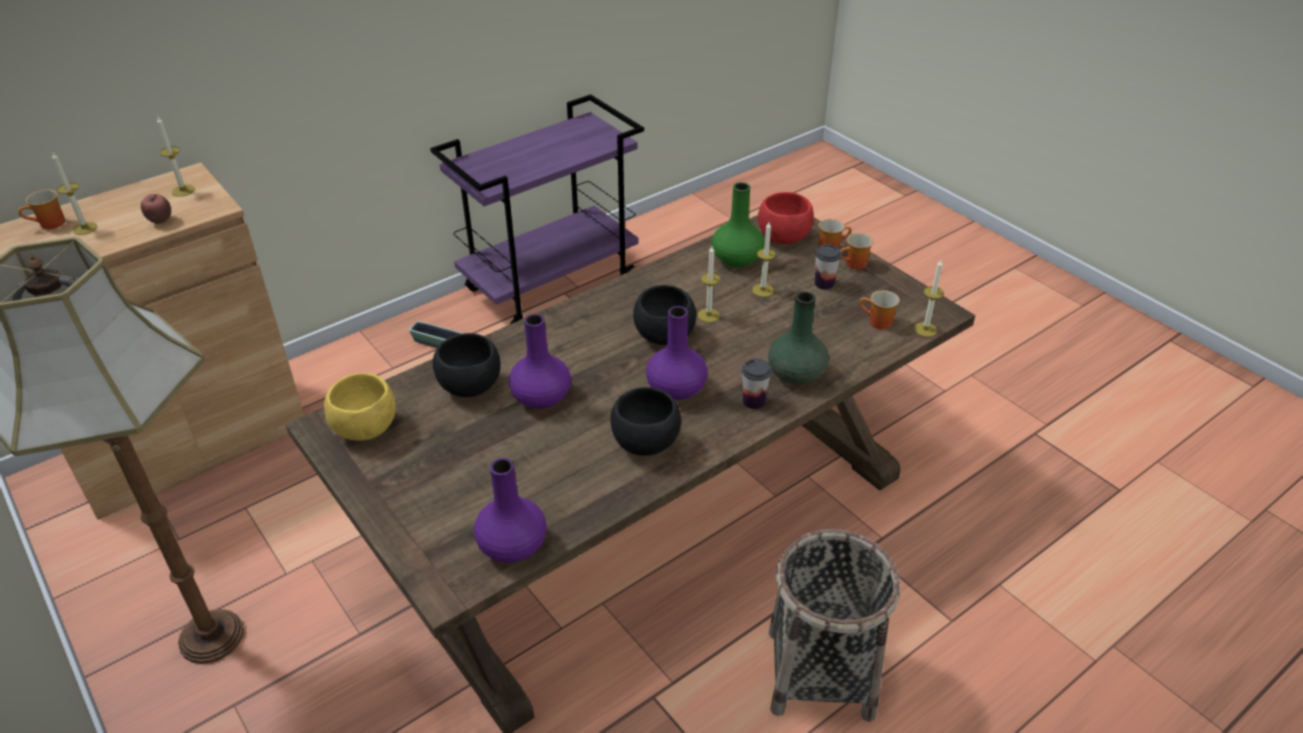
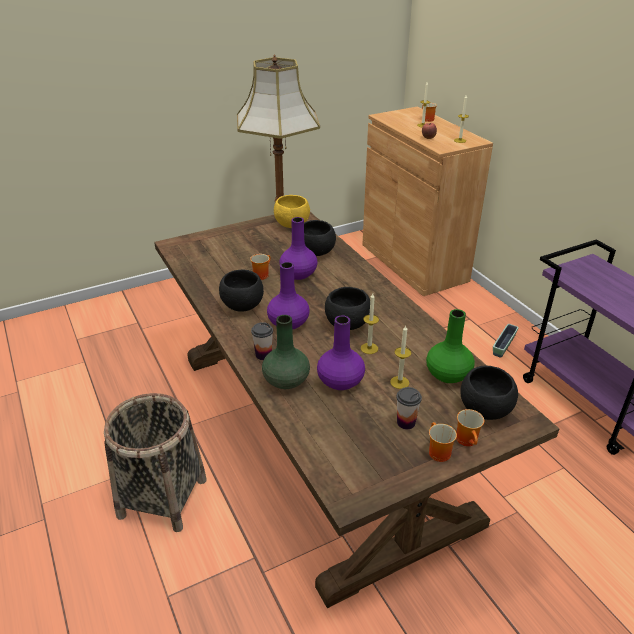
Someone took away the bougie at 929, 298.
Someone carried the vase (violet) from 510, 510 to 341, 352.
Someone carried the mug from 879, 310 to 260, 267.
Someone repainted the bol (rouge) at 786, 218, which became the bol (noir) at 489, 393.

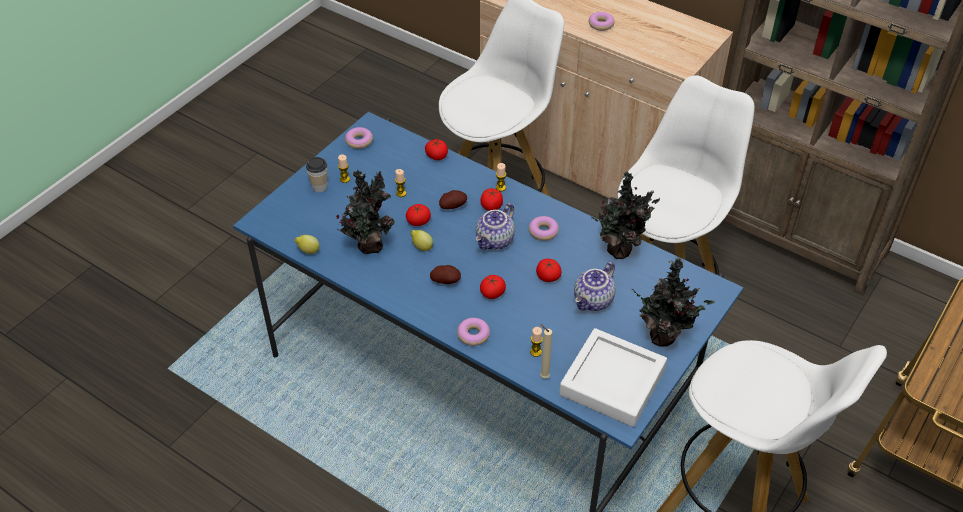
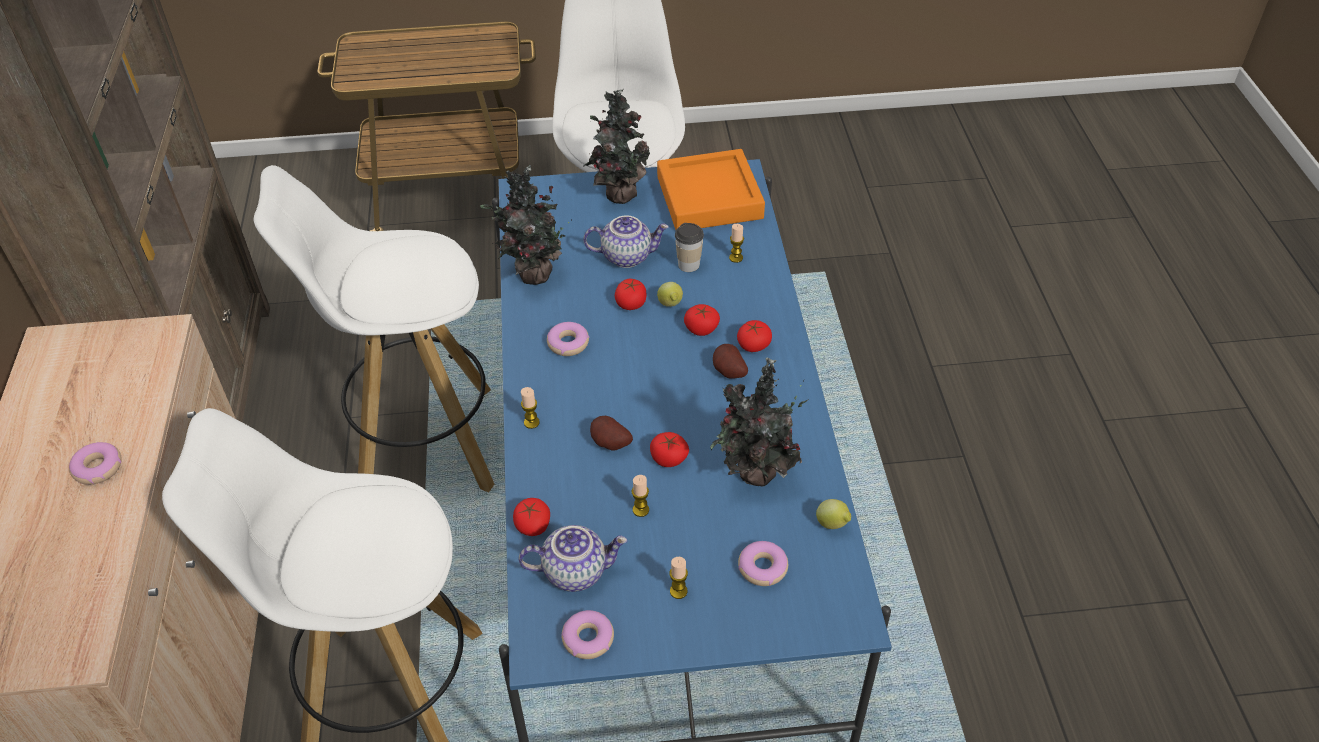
Someone took away the bougie (beige) at 546, 351.
Someone carried the tasse from 316, 174 to 689, 247.
Someone carried the citron from 422, 240 to 670, 294.
Someone carried the beignet from 473, 332 to 763, 563.
Someone carried the théière from 495, 226 to 573, 558.
Someone carried the tomate from 491, 199 to 754, 336.
Someone repainted the plateau (blanc) at 613, 377, which became the plateau (orange) at 711, 189.

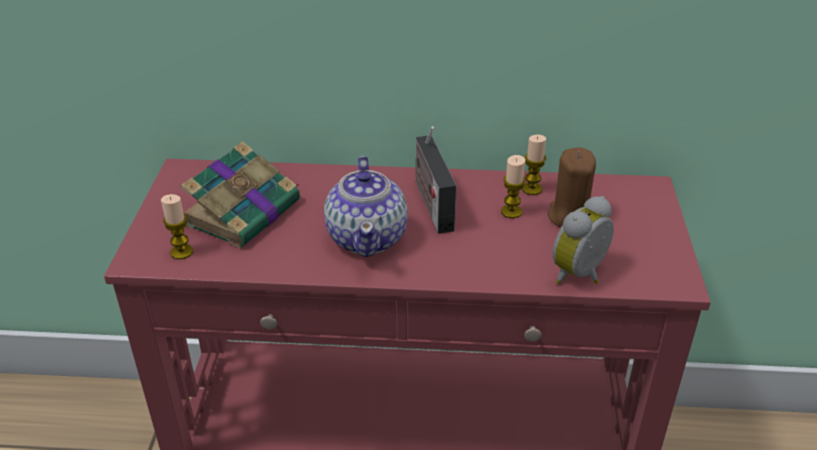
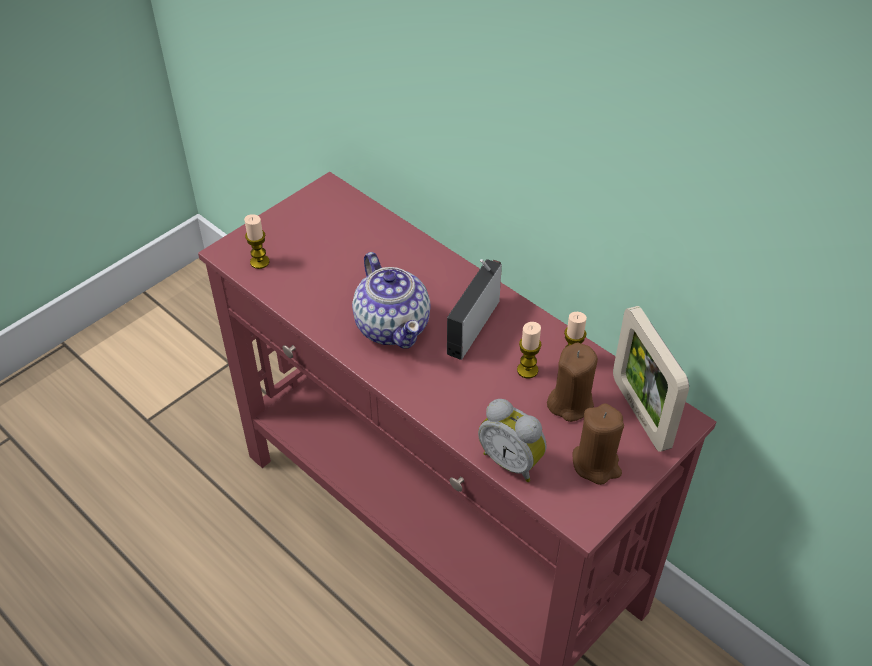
Someone took away the livre at 240, 194.
Someone put down the bougie (marron) at 598, 444.
Someone put down the cadre photo at 651, 379.
Someone rotated the théière at 366, 206 by 60 degrees counterclockwise.
Someone rotated the réveil at 583, 240 by 135 degrees counterclockwise.

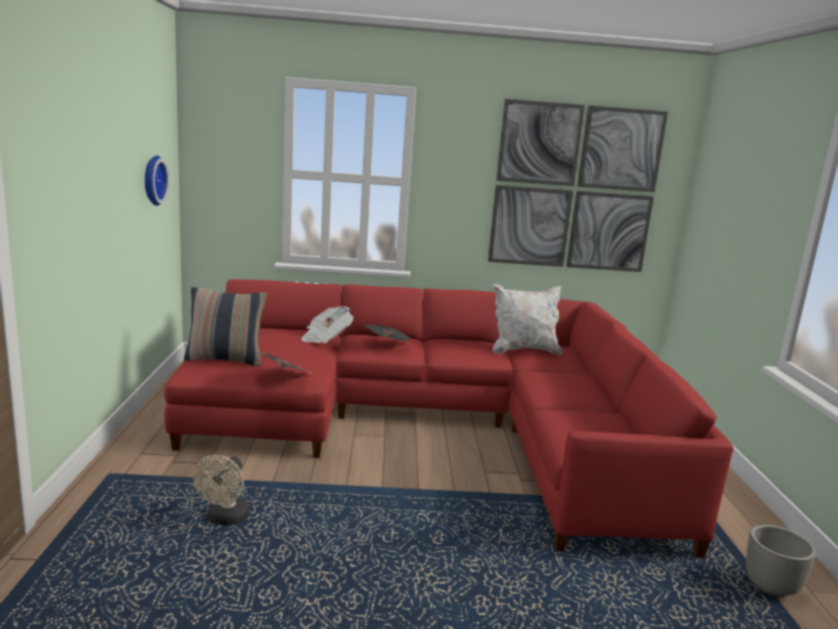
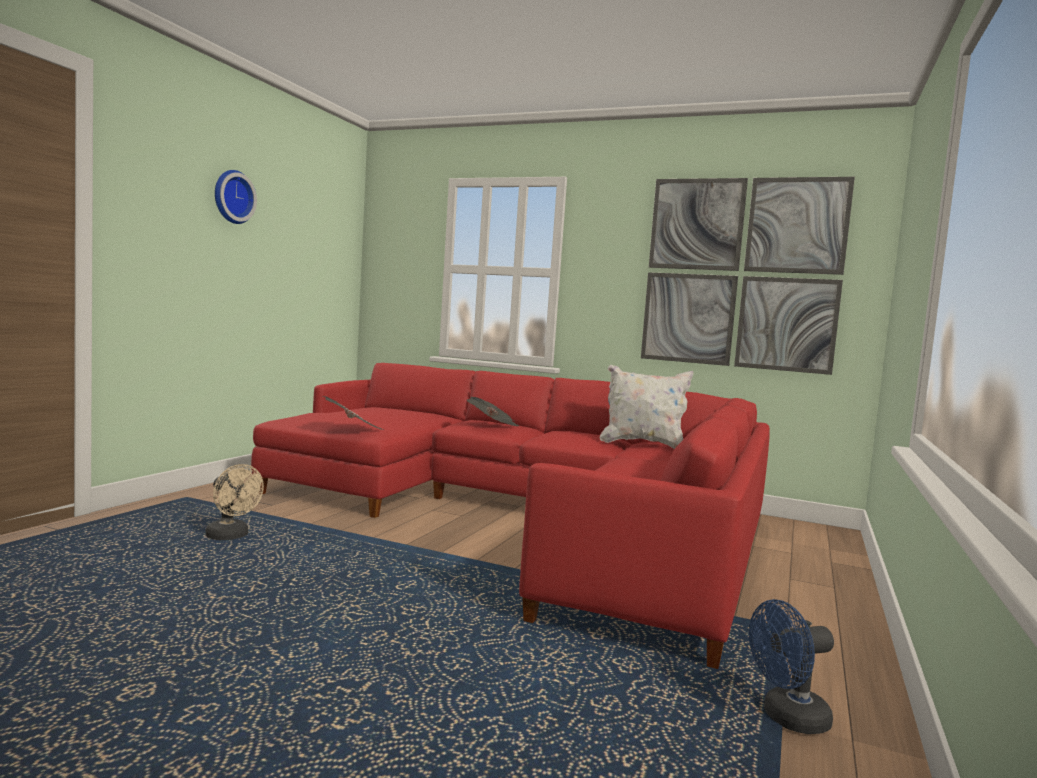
Someone took away the coussin at 225, 326.
Someone took away the journal at 327, 324.
Someone carried the horloge murale from 157, 181 to 236, 197.
Someone swapped the cache-pot (gris) at 781, 561 for the ventilateur (bleu) at 791, 666.
Someone rotated the ventilateur (beige) at 221, 490 by 90 degrees counterclockwise.

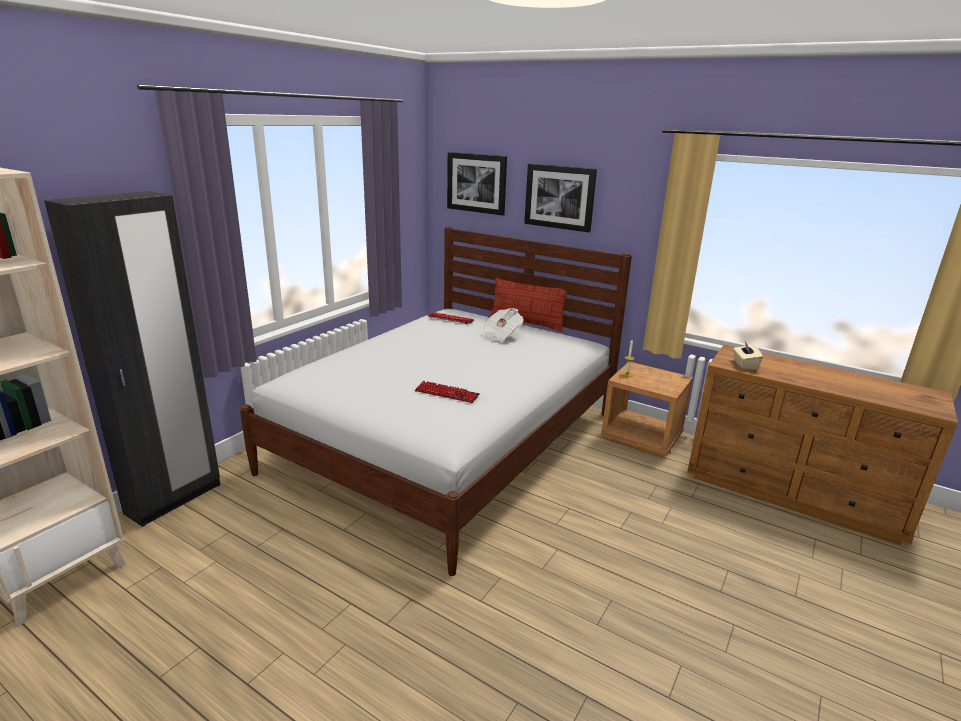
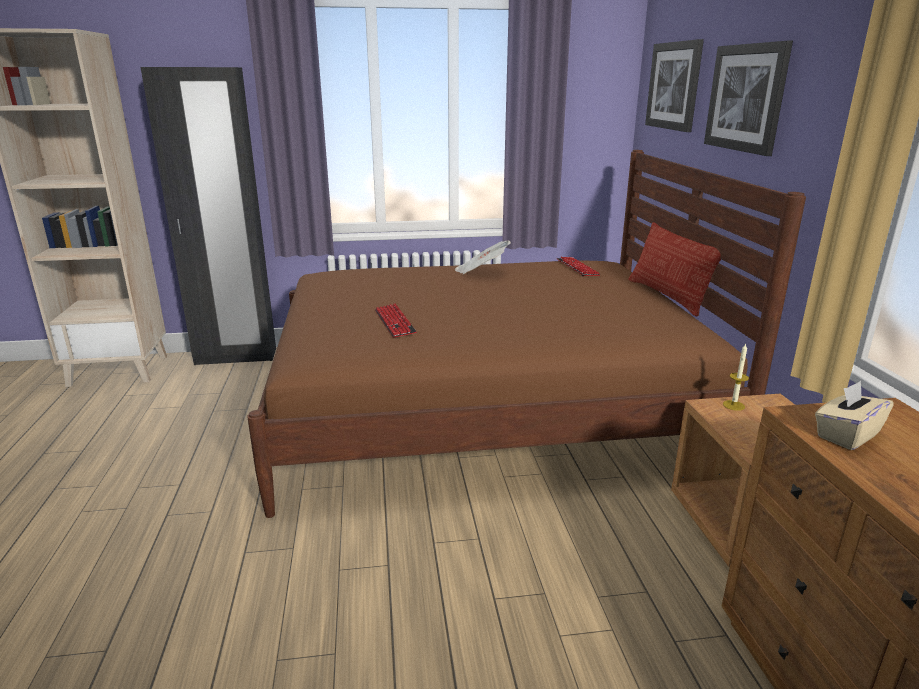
Someone carried the journal from 501, 325 to 483, 257.
Someone repainted the lit (blanc) at 436, 401, which became the lit (marron) at 526, 334.

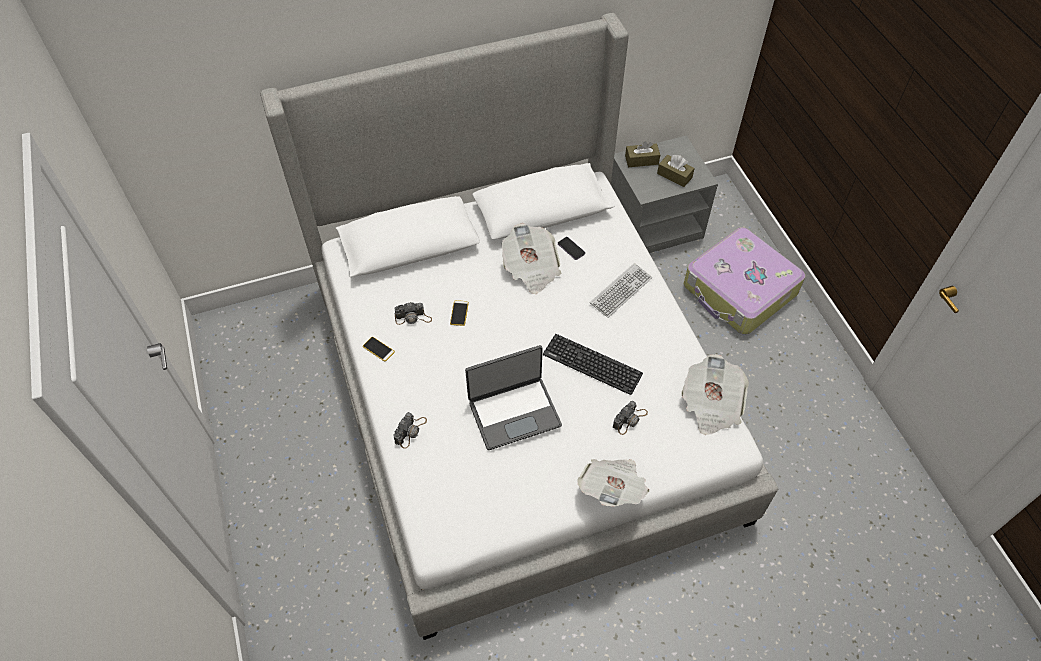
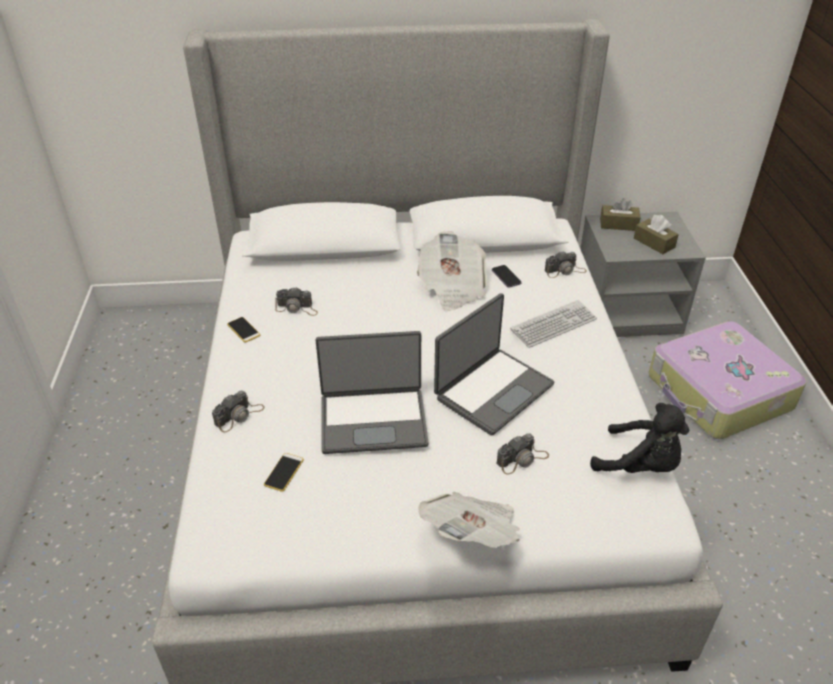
Someone put down the appareil photo at 565, 264.
Someone carried the téléphone from 459, 313 to 284, 472.
Someone swapped the clavier at 593, 364 for the ordinateur portable at 494, 364.
Someone swapped the journal at 715, 394 for the peluche (noir) at 639, 438.

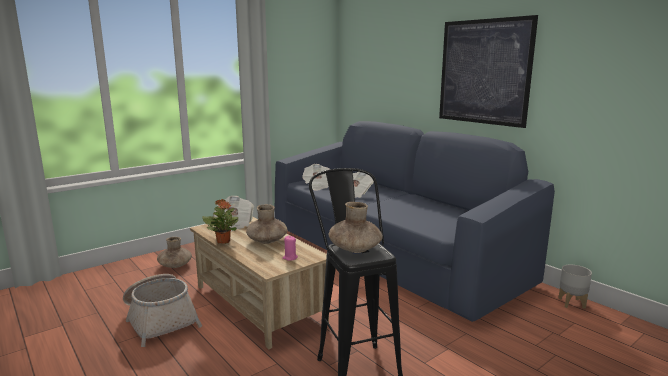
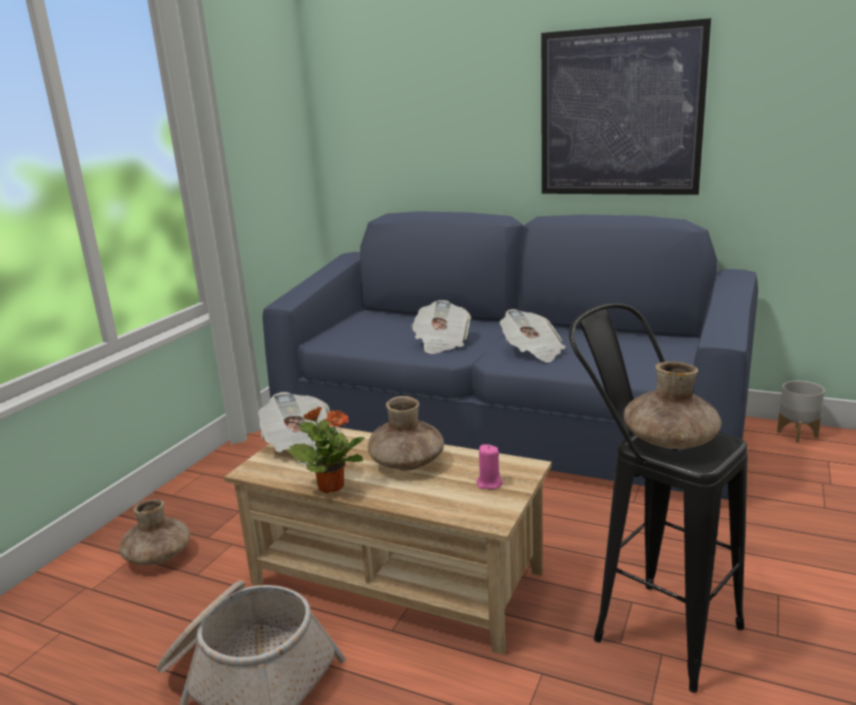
Someone carried the journal from 316, 177 to 533, 335.

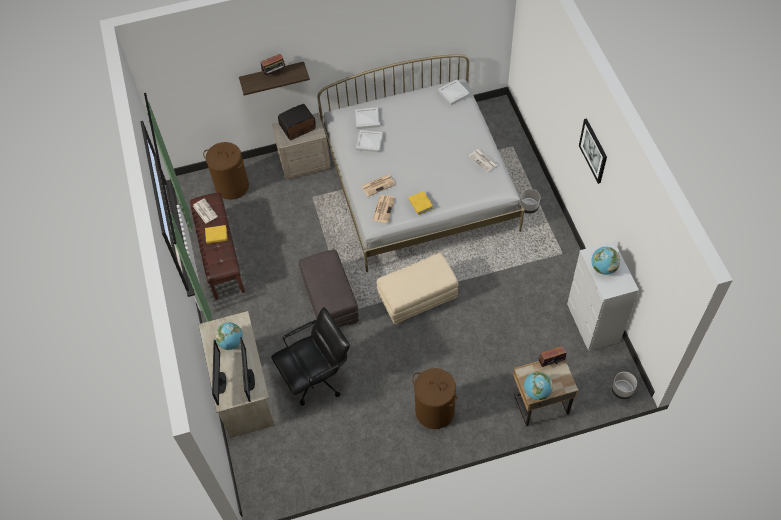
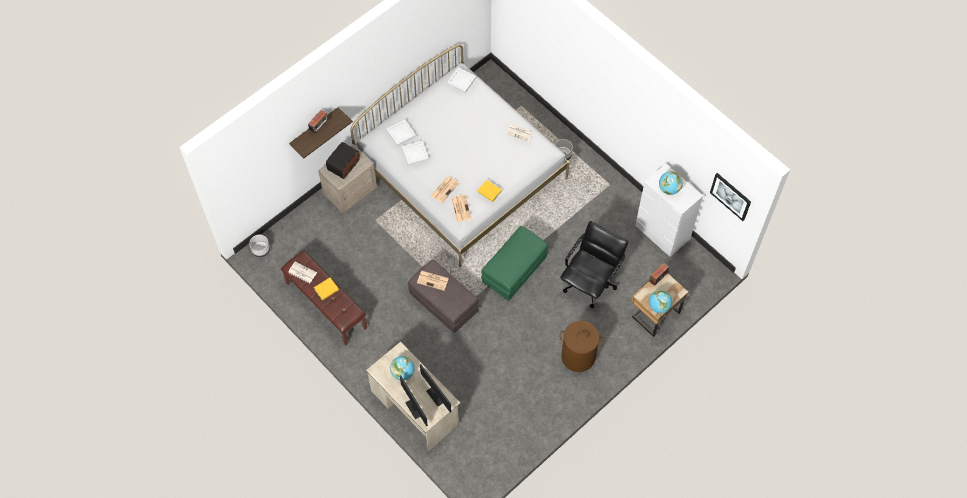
Someone took away the panier à linge (marron) at 226, 171.
Someone put down the journal at 433, 281.
Someone carried the chaise de bureau (noir) from 310, 356 to 594, 264.
Someone carried the tableau from 593, 151 to 730, 197.
Someone carried the cache-pot (gris) from 624, 385 to 259, 246.
Someone repainted the pouf (beige) at 417, 288, which became the pouf (vert) at 515, 263.

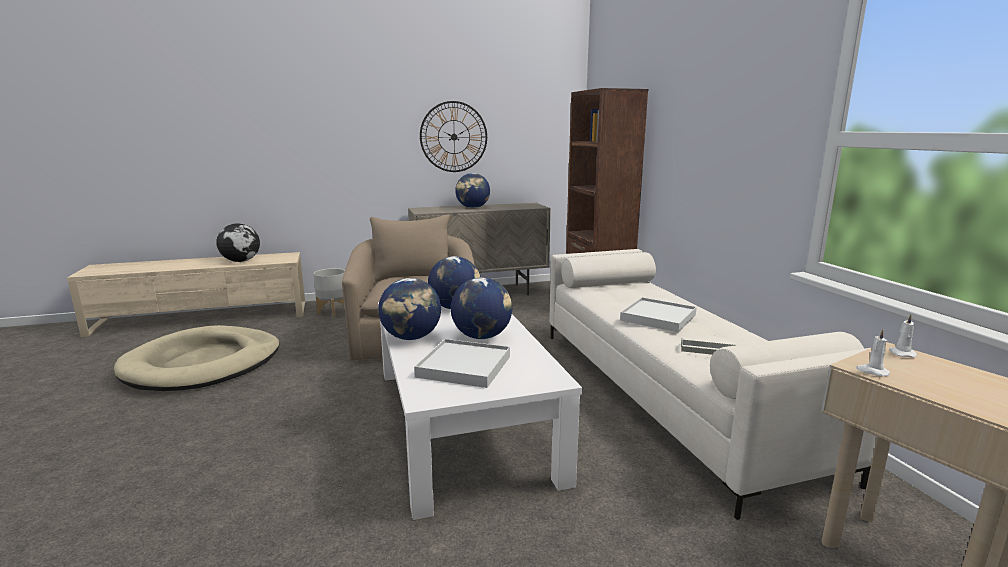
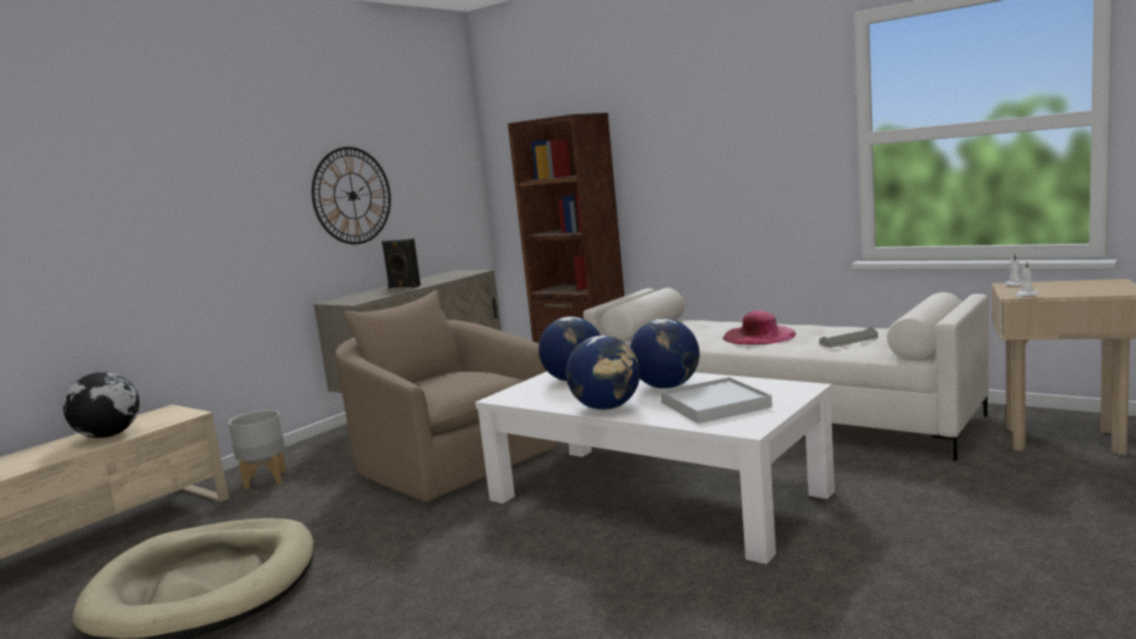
Someone swapped the globe at 472, 190 for the enceinte (noir) at 401, 263.
Someone swapped the plateau (blanc) at 658, 314 for the chapeau (rose) at 759, 327.

